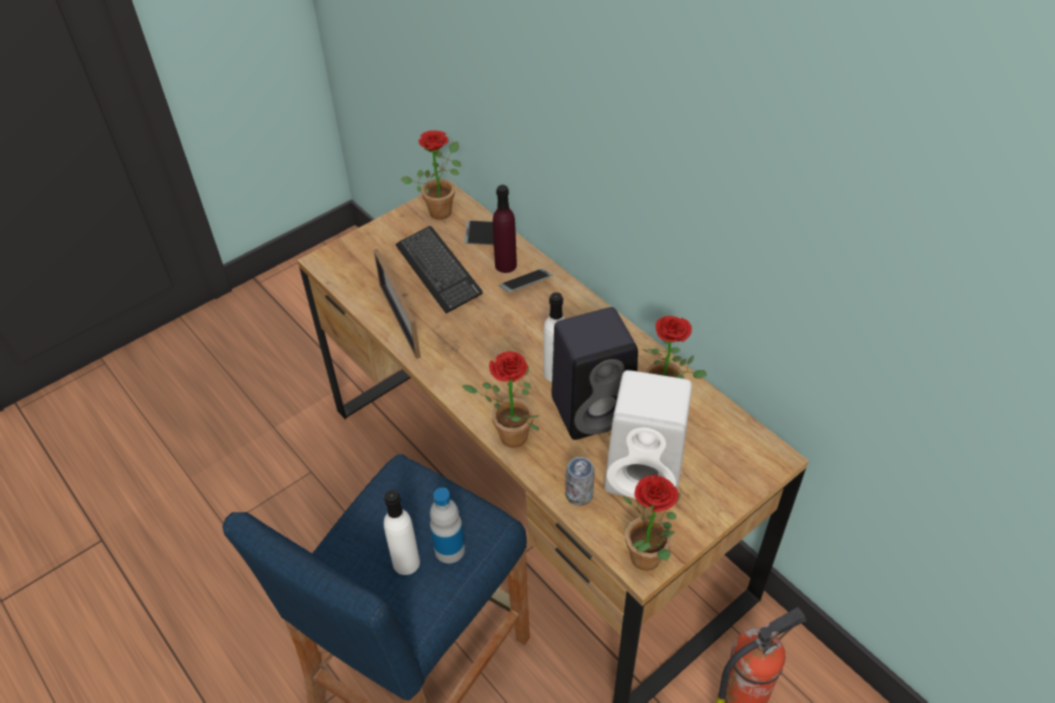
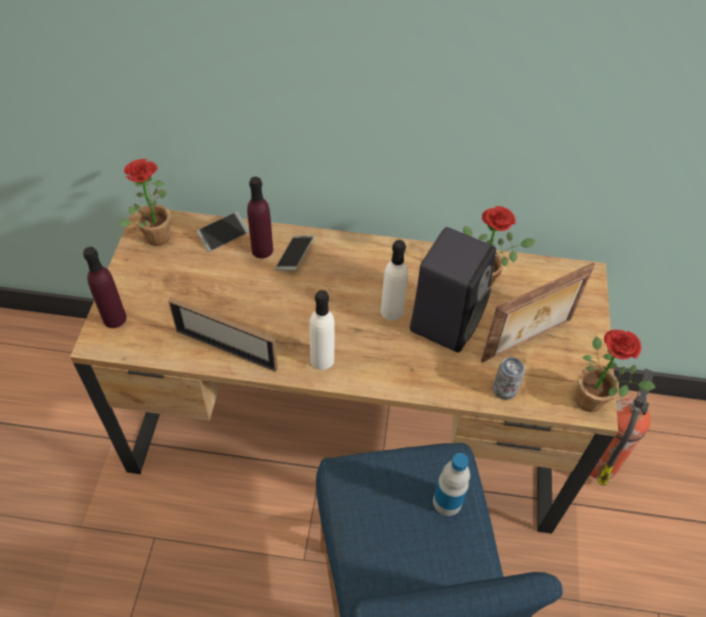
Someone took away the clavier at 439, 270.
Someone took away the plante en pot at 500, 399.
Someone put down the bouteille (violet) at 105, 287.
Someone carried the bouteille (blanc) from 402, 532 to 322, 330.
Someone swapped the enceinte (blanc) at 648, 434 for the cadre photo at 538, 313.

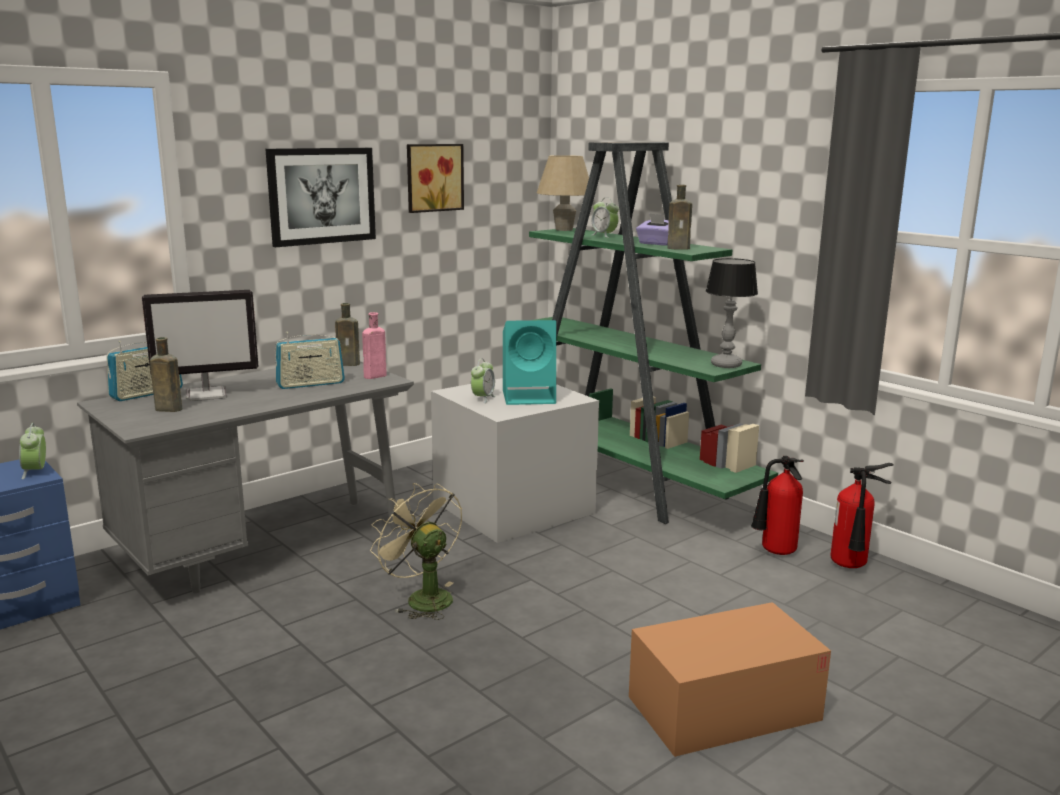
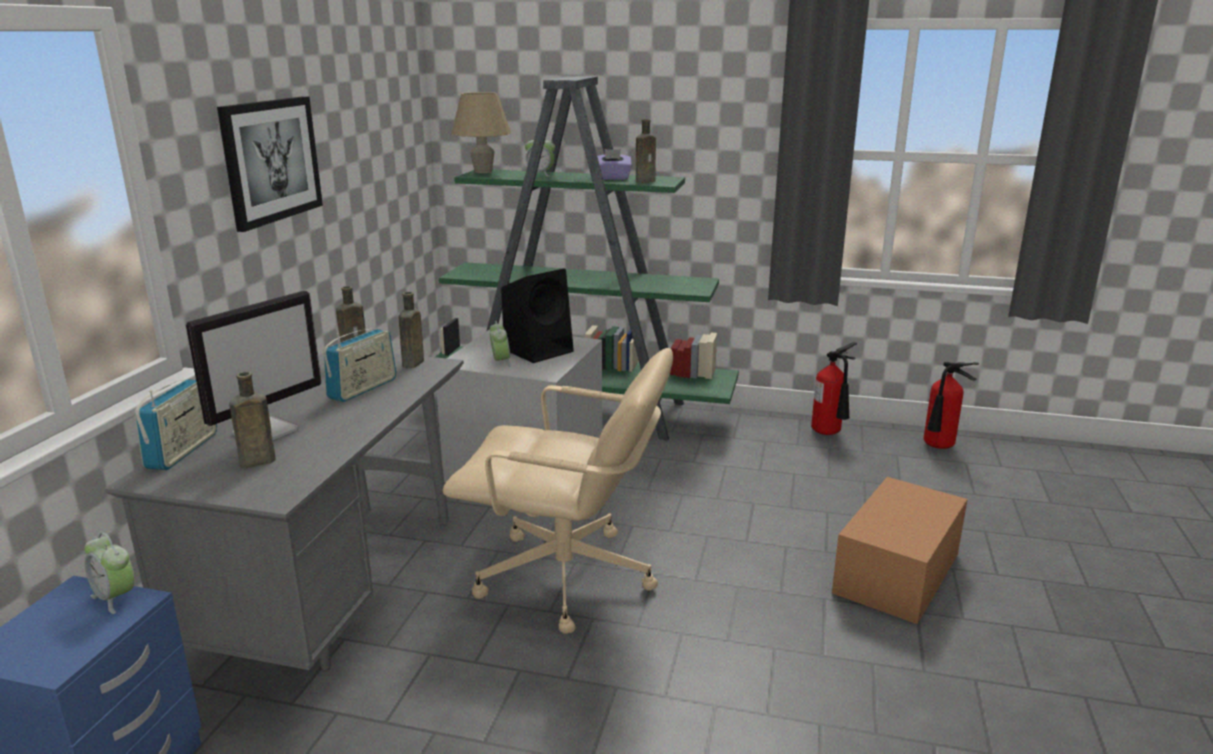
Someone took away the tableau at 435, 178.
Someone took away the lampe de table at 732, 313.
Someone carried the extincteur from 777, 505 to 951, 405.
Someone swapped the ventilateur (beige) at 416, 551 for the chaise de bureau (beige) at 558, 491.
Someone repainted the bouteille (rose) at 374, 345, which became the bouteille (marron) at 411, 330.
Someone repainted the enceinte (turquoise) at 529, 362, which became the enceinte (noir) at 537, 315.

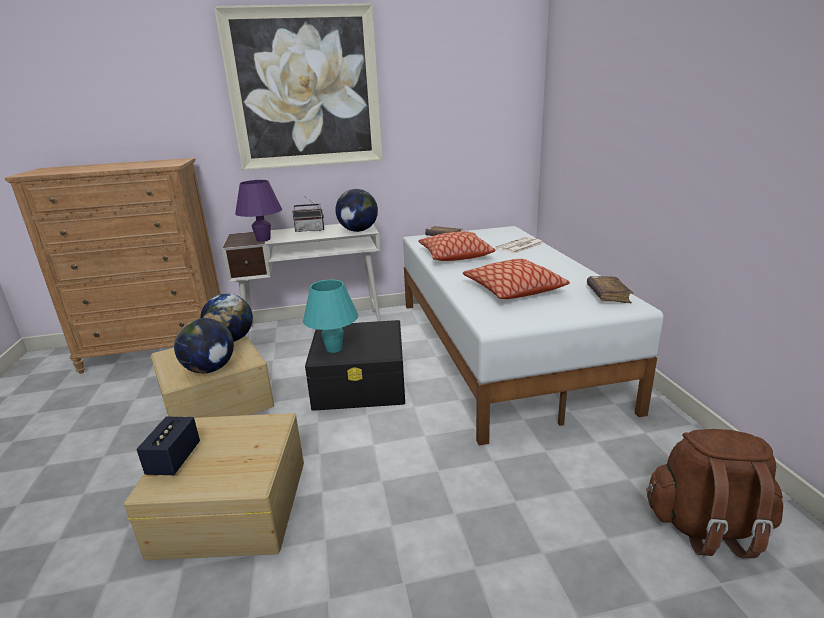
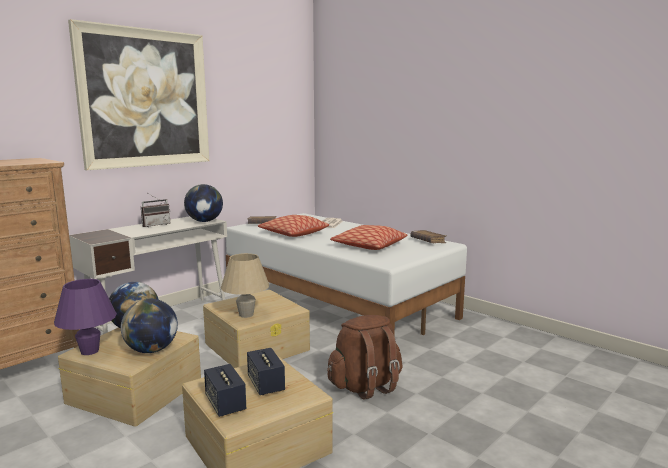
Someone put down the enceinte at 266, 371.
Someone carried the lampe de table (violet) from 258, 211 to 85, 317.
Someone carried the sac à dos (marron) from 714, 493 to 364, 357.
Someone repainted the lampe de table (turquoise) at 330, 316, which became the lampe de table (beige) at 245, 285.
Someone repainted the boîte de rangement (noir) at 355, 365, which became the boîte de rangement (beige) at 256, 329.

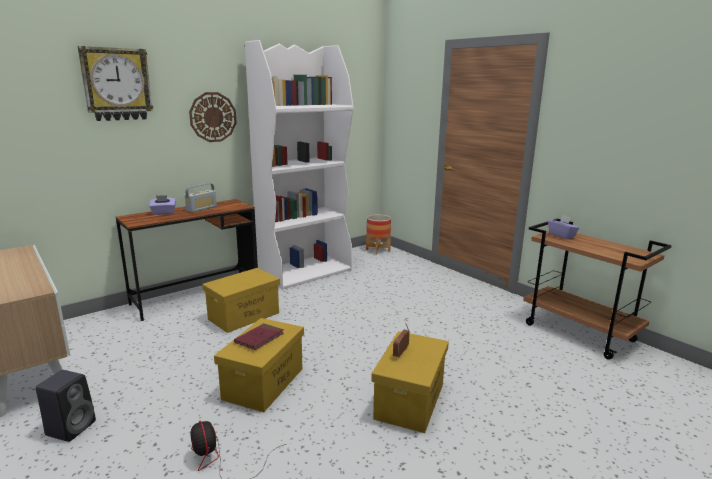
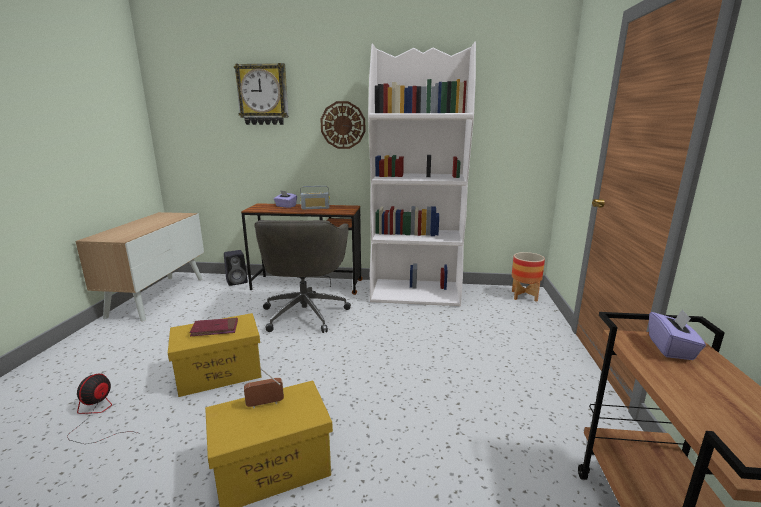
Someone carried the enceinte (noir) from 66, 406 to 236, 268.
Someone swapped the boîte de rangement (jaune) at 241, 300 for the chaise de bureau (gris) at 303, 276.

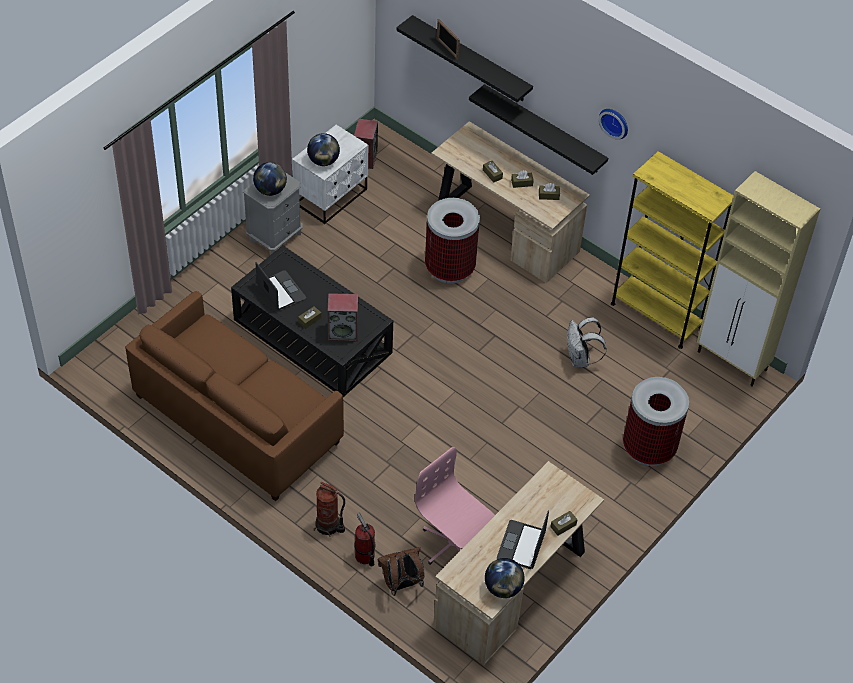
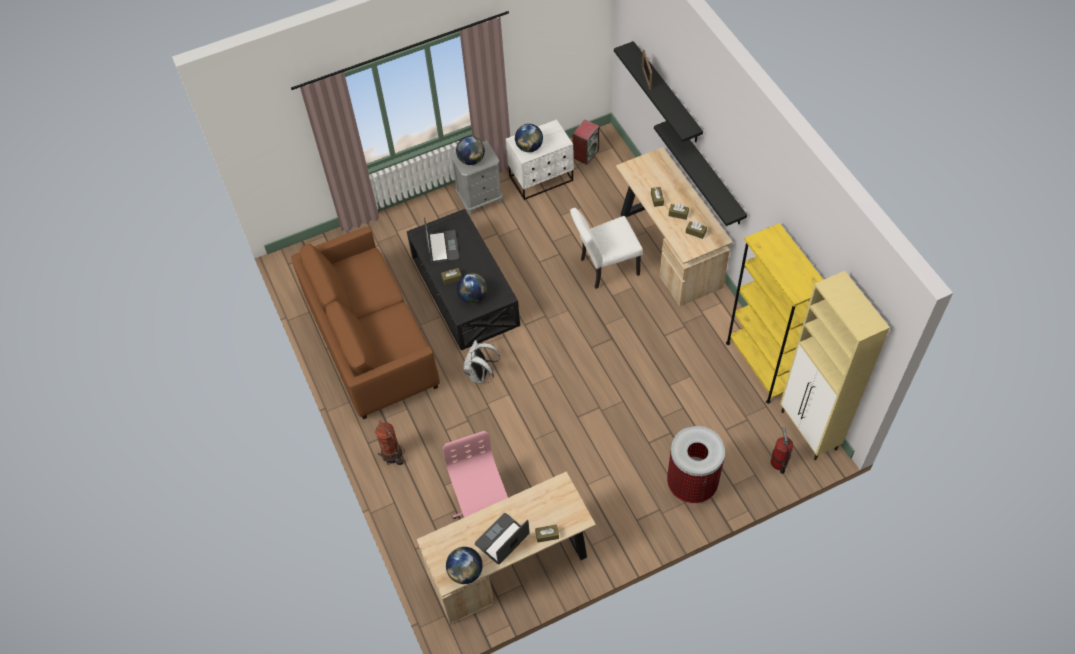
Someone took away the sac à dos (marron) at 401, 571.
Someone took away the horloge murale at 613, 124.
Someone carried the extincteur from 364, 539 to 782, 450.
Someone carried the sac à dos (blanc) from 587, 342 to 482, 361.
Someone swapped the enceinte at 343, 317 for the globe at 471, 288.
Someone swapped the poubelle at 452, 241 for the chaise (blanc) at 606, 248.

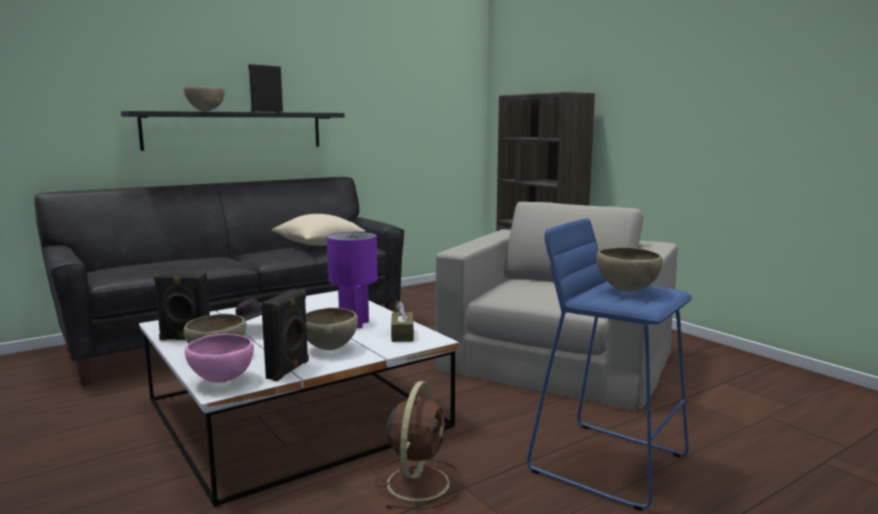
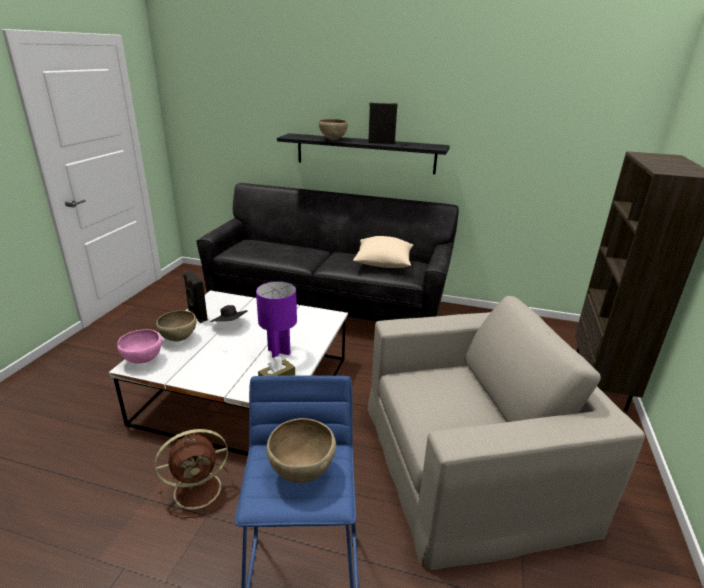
Someone took away the enceinte (noir) at 285, 335.
Someone took away the bol (marron) at 332, 329.

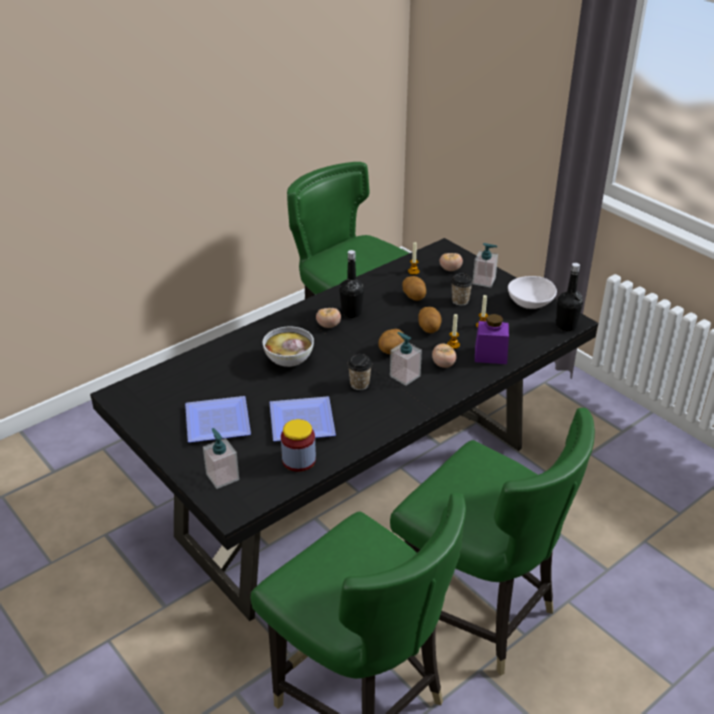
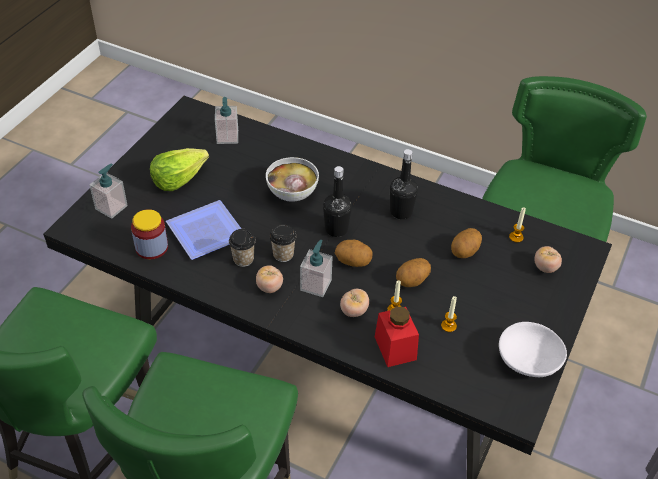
Someone carried the tomate from 328, 318 to 269, 279.
Someone carried the tasse from 462, 289 to 242, 248.
Someone carried the distributeur de savon from 485, 265 to 226, 120.
Someone carried the bouteille (noir) from 569, 297 to 337, 201.
Someone swapped the assiette at 218, 419 for the laitue at 179, 169.
Someone repainted the bocal (violet) at 492, 339, which became the bocal (rouge) at 397, 336.

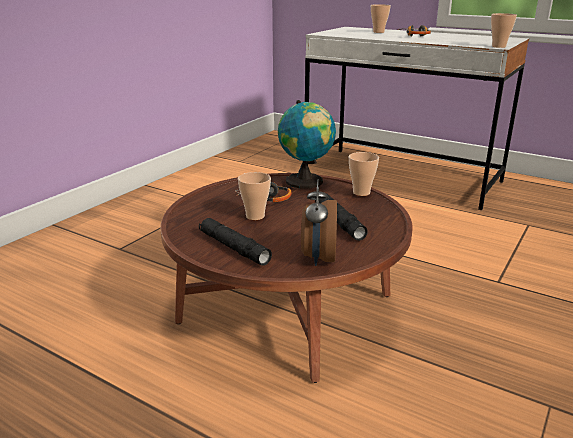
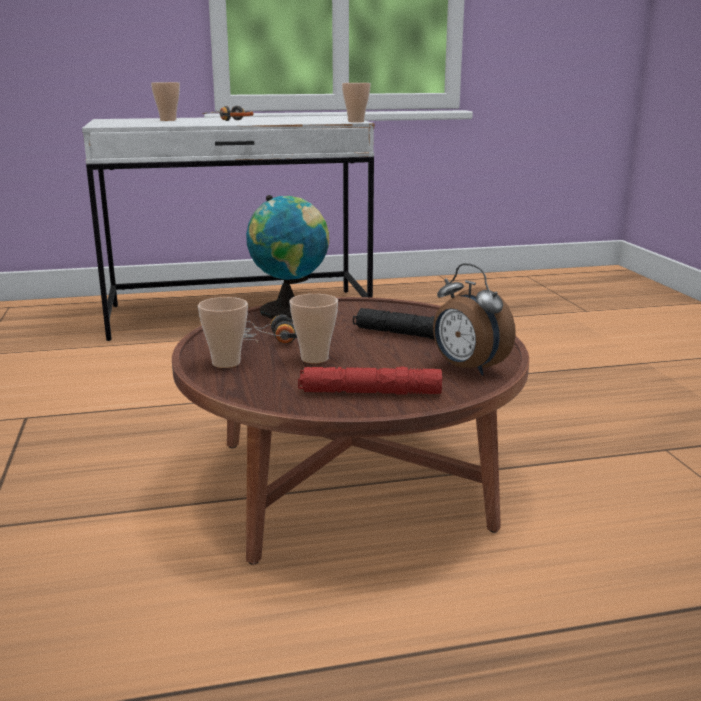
Someone carried the tasse from 364, 174 to 223, 332.
Someone repainted the lampe de poche (noir) at 235, 242, which became the lampe de poche (rouge) at 370, 381.

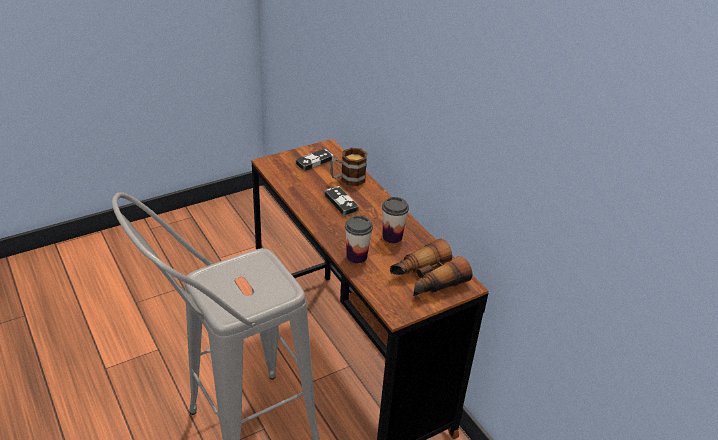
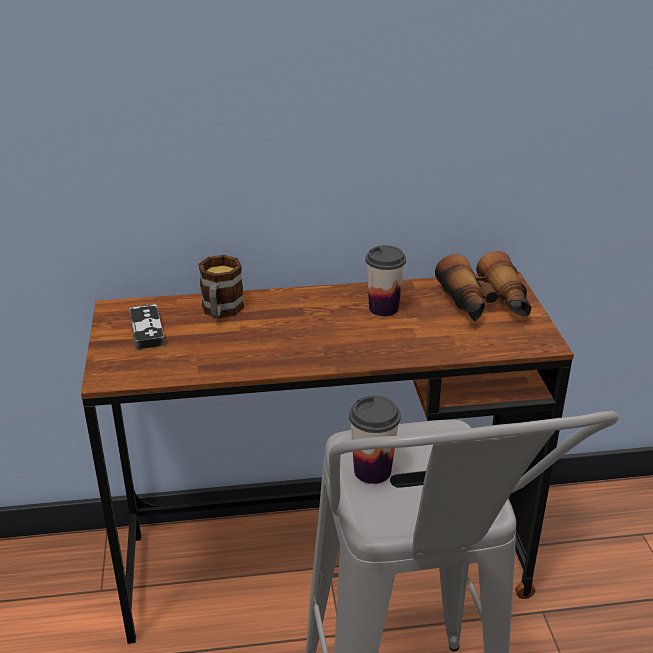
Someone took away the manette at 341, 201.
Someone carried the tasse from 359, 239 to 375, 439.

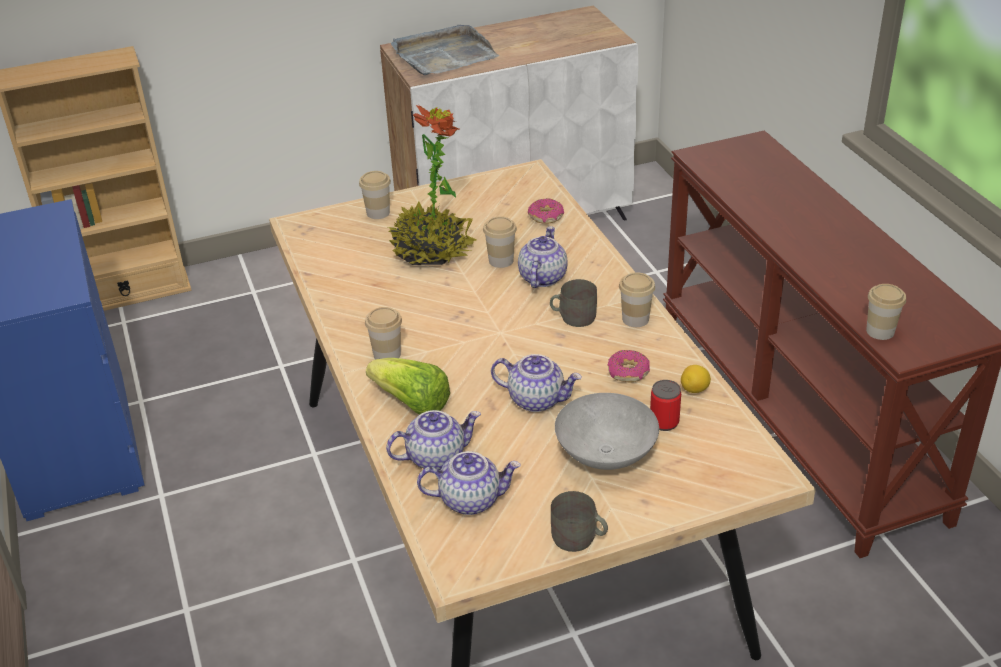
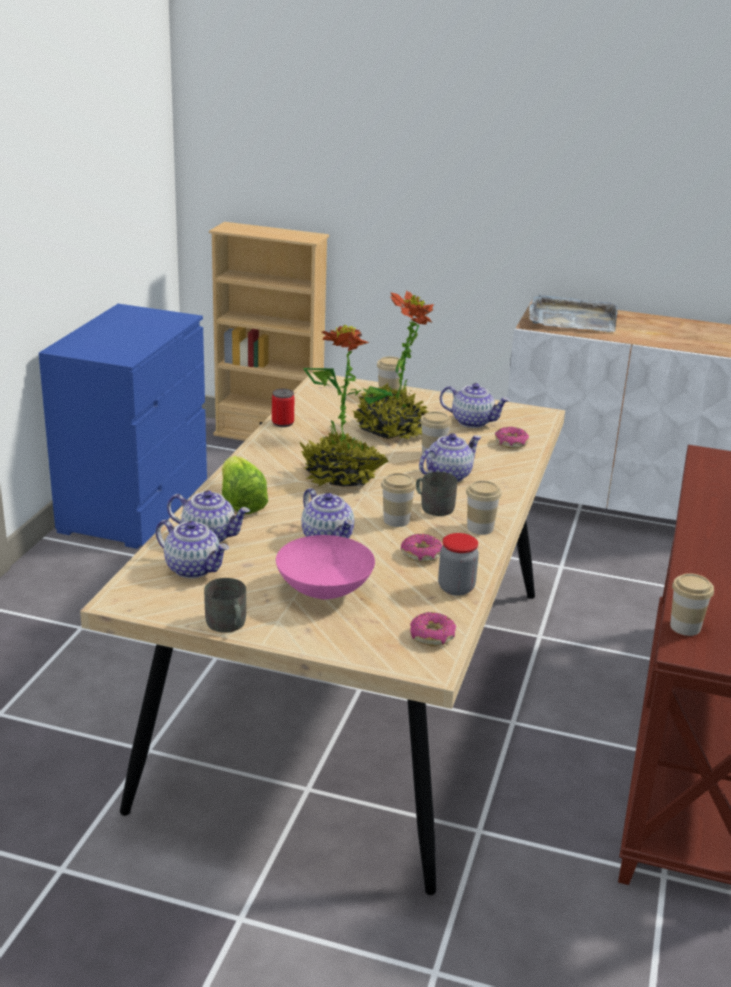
Someone put down the plante en pot at 346, 405.
Someone put down the beignet at 433, 629.
Someone put down the théière at 475, 405.
Someone carried the tasse from 383, 333 to 398, 500.
Someone carried the boîte métallique from 665, 405 to 283, 408.
Someone swapped the citron at 696, 379 for the bocal at 458, 564.
Someone repainted the bol (gris) at 607, 431, which became the bol (rose) at 325, 567.

